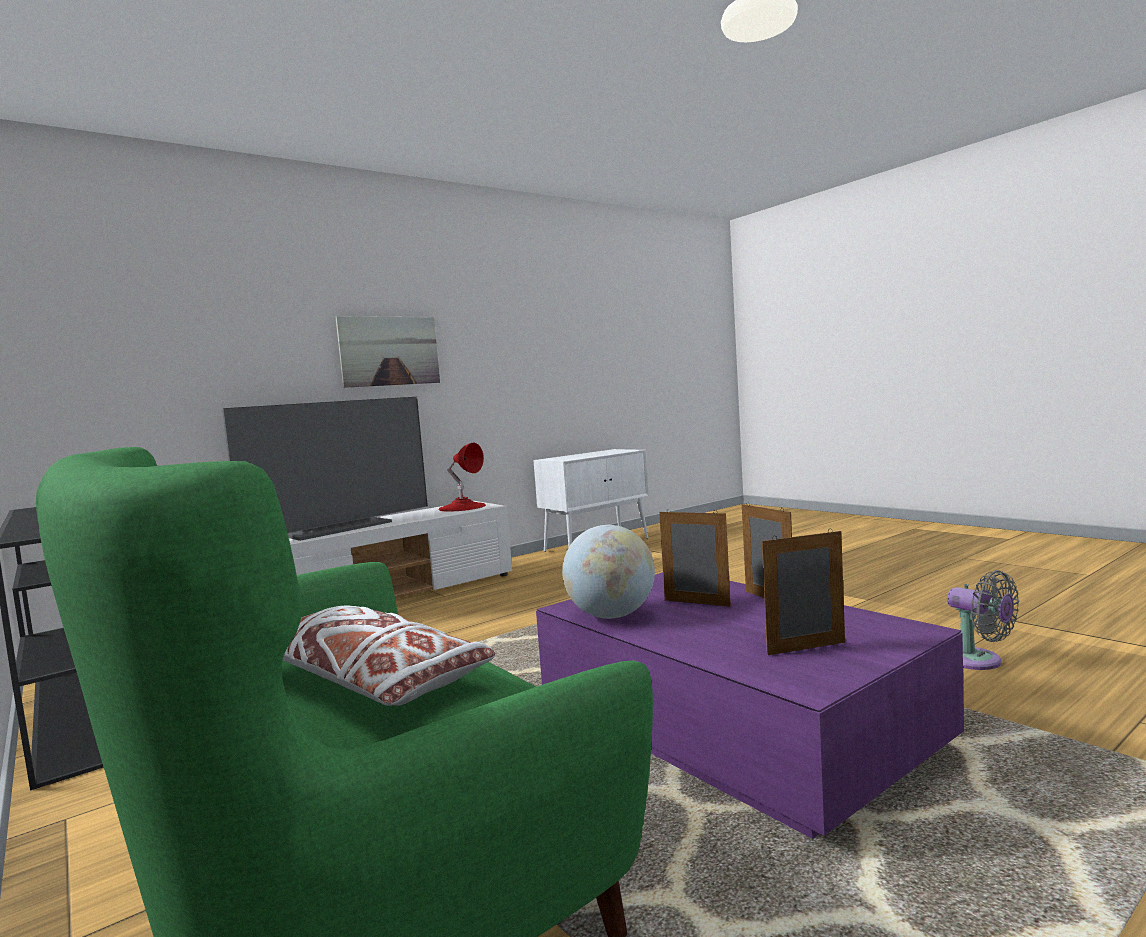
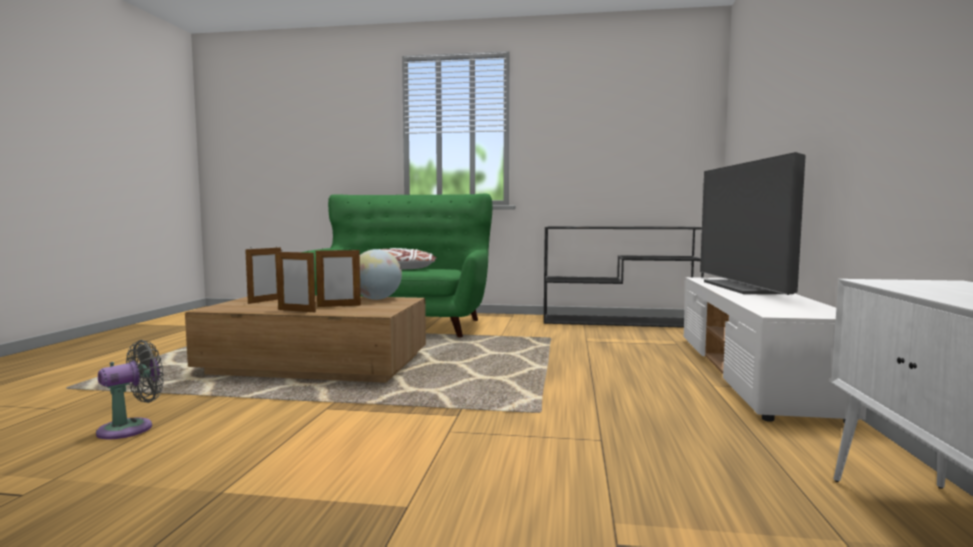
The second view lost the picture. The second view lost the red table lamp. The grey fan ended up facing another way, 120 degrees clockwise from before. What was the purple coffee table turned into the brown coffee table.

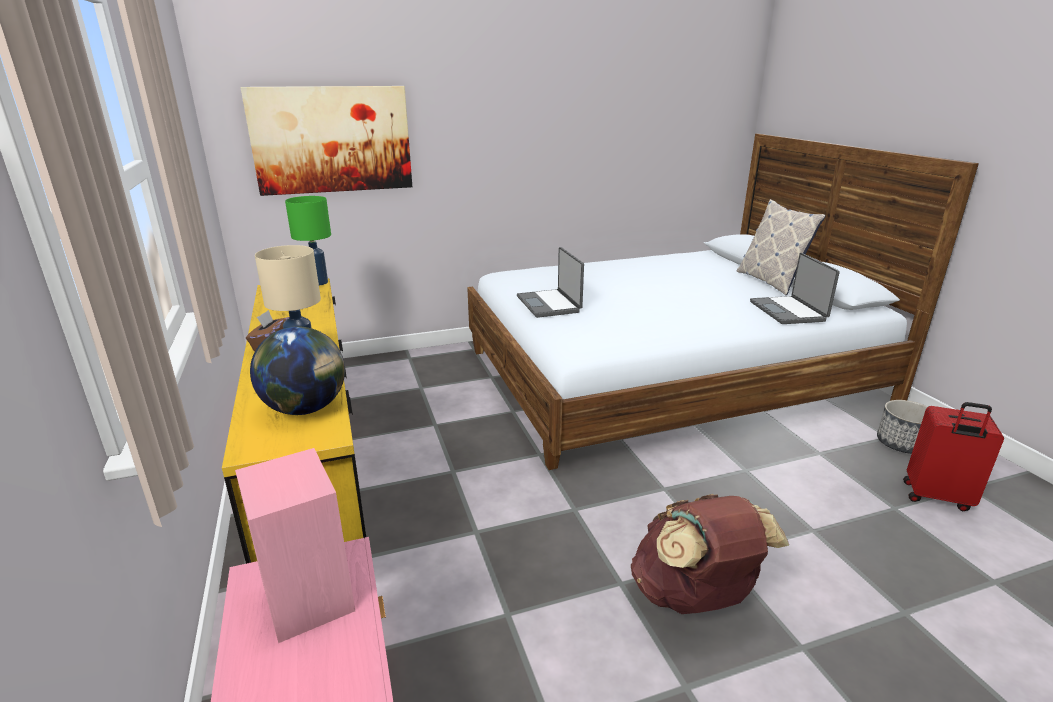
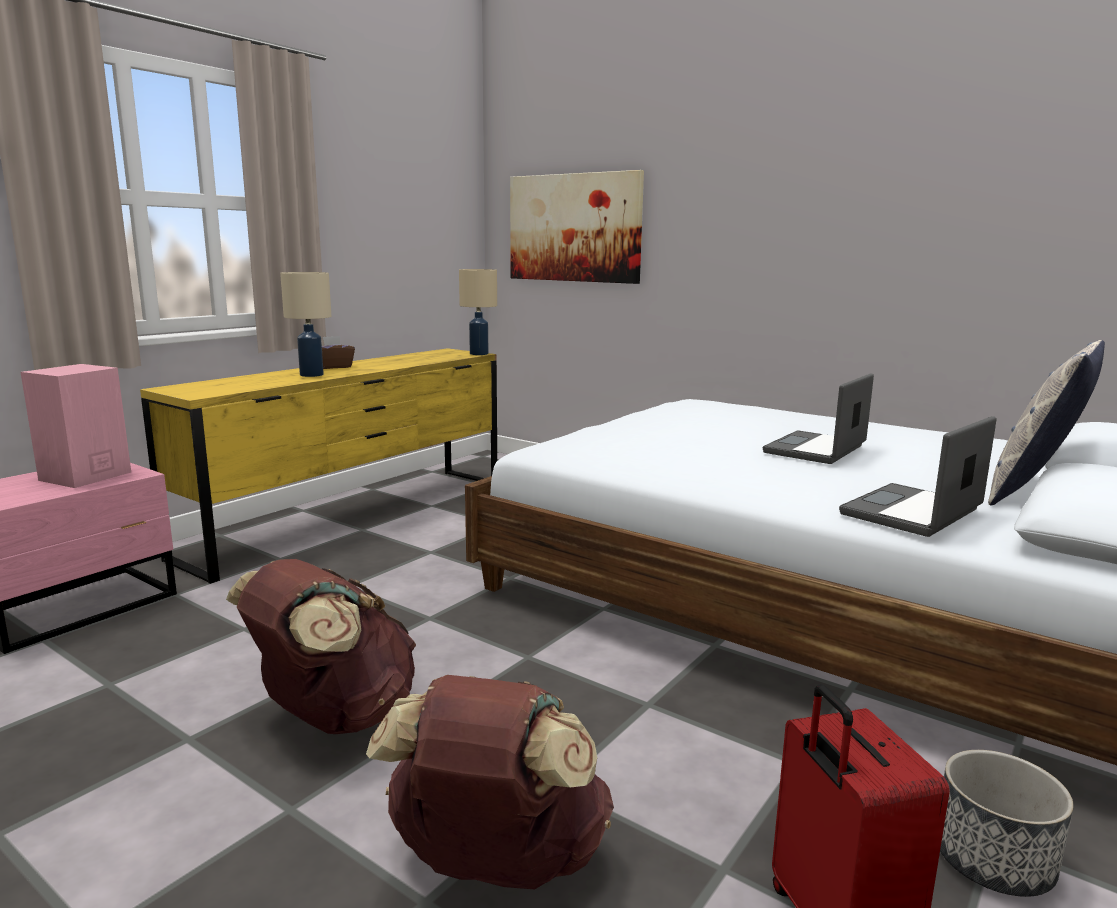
What was the green table lamp turned into the beige table lamp (no. 2 from left). The laptop (no. 1 from left) ended up elsewhere. The second view lost the globe. The second view gained the brown backpack (no. 2 from left).

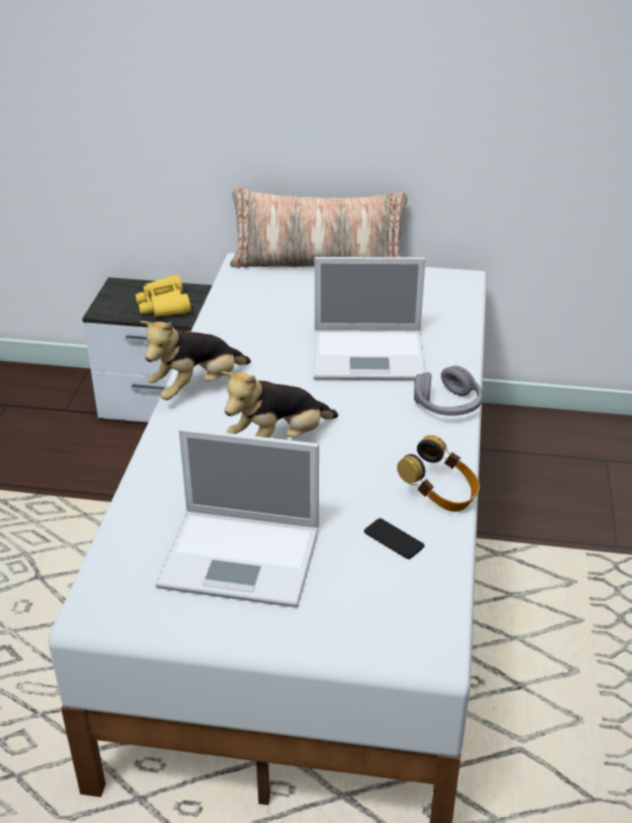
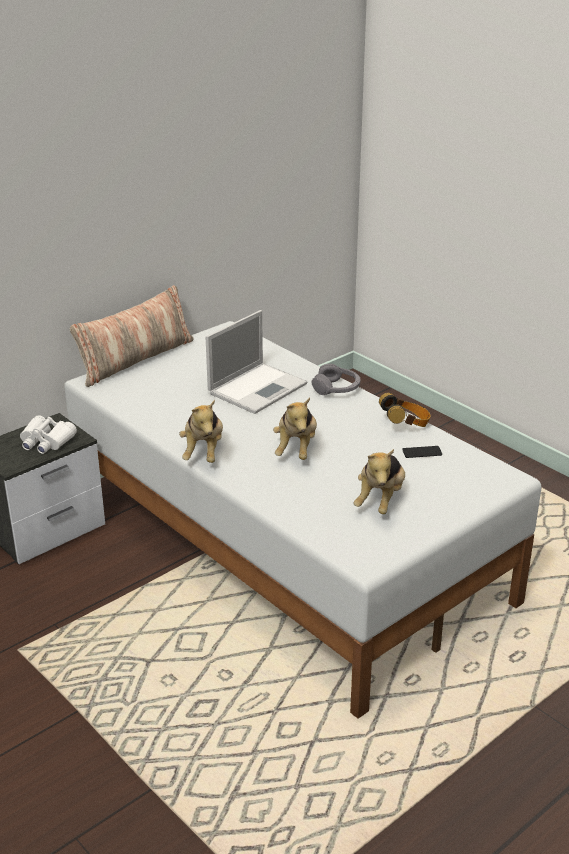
What was the yellow binoculars turned into the white binoculars. Where the laptop (no. 1 from left) stood, the plush toy (no. 3 from left) came to stand.

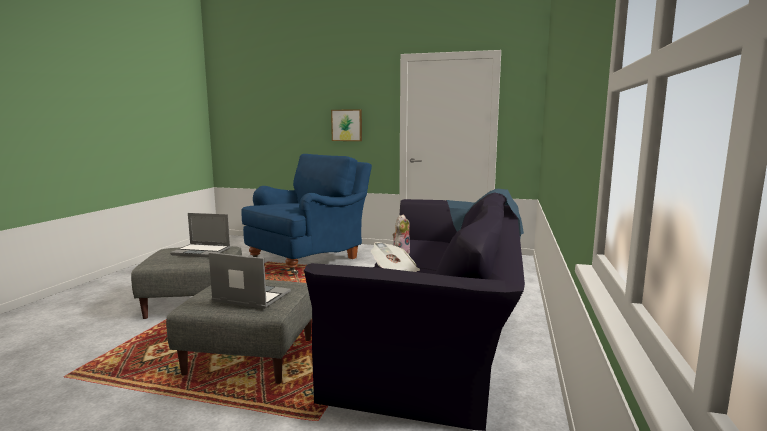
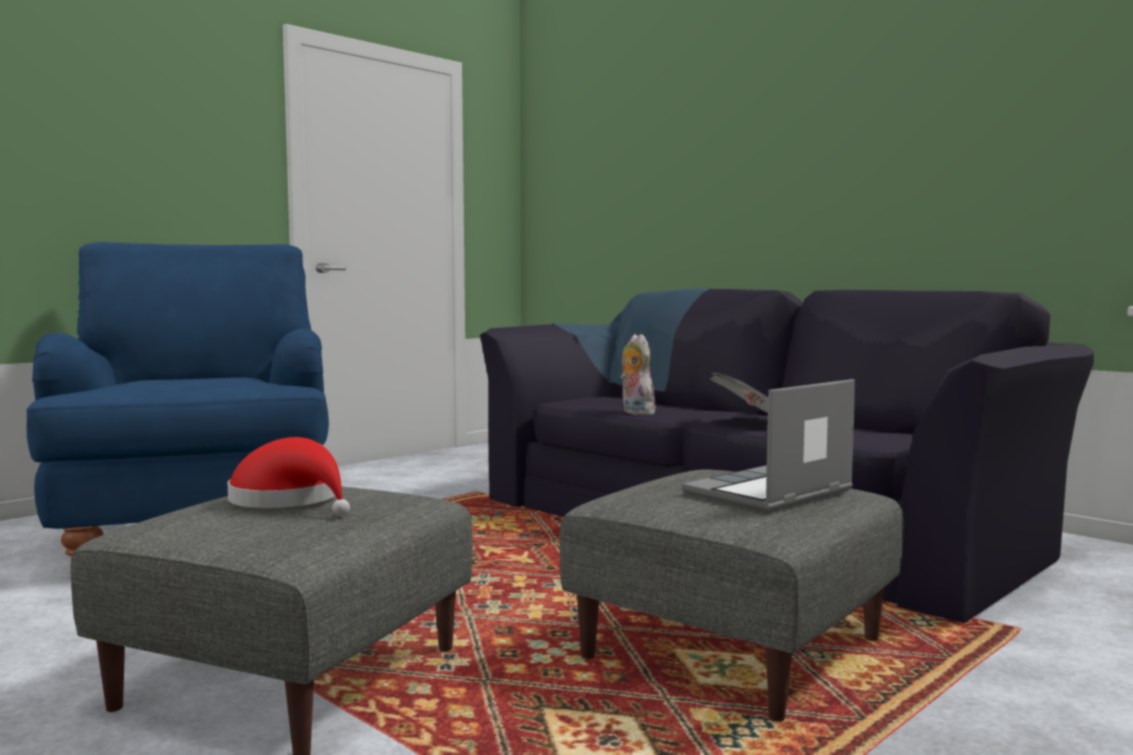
The second view lost the picture. Where the laptop (no. 1 from left) stood, the red hat came to stand.

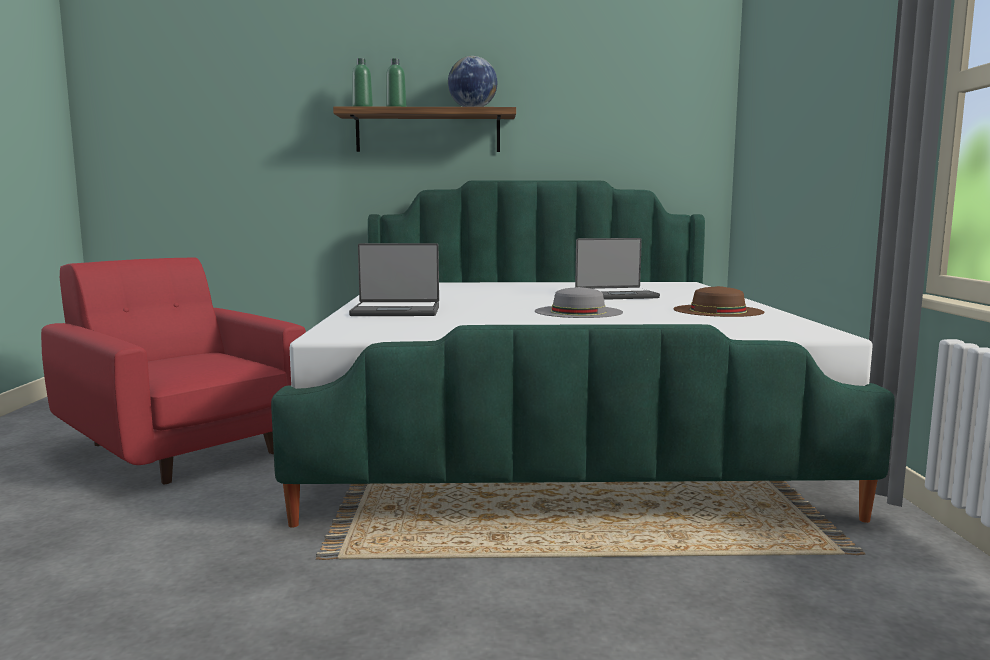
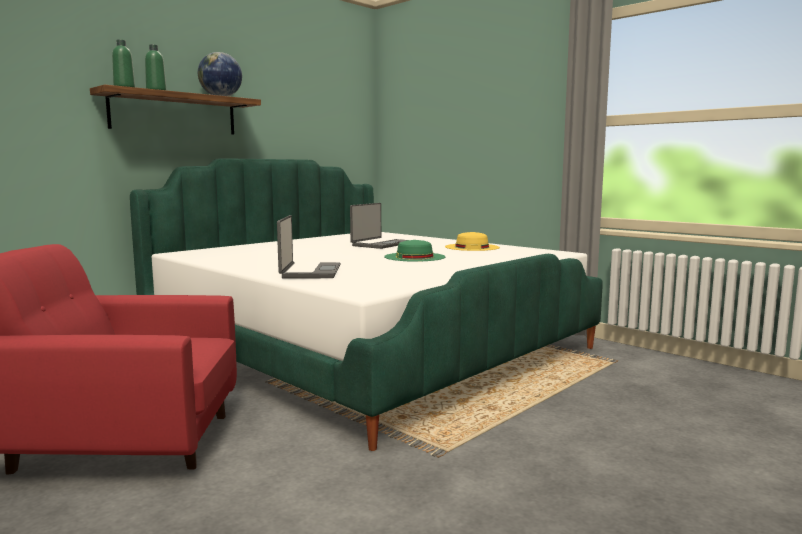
The laptop (no. 1 from left) ended up facing another way, 45 degrees counterclockwise from before. What was the brown hat turned into the yellow hat. What was the grey hat turned into the green hat.

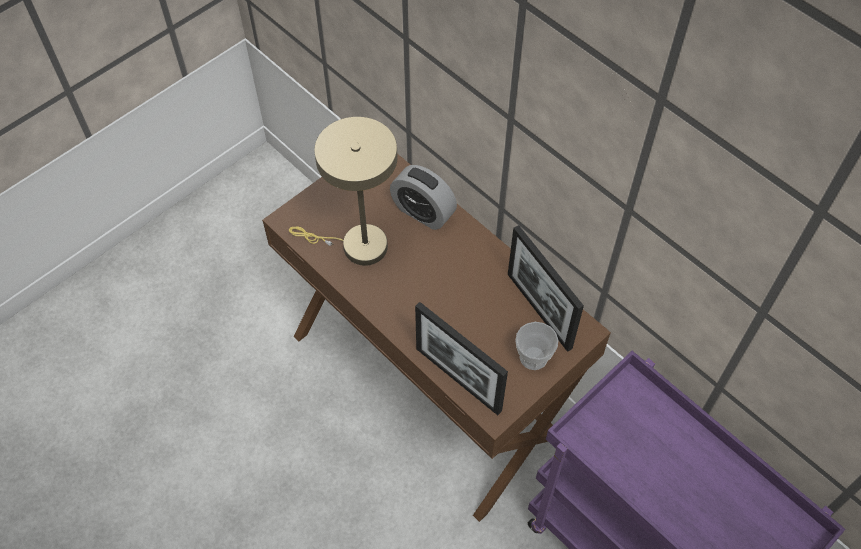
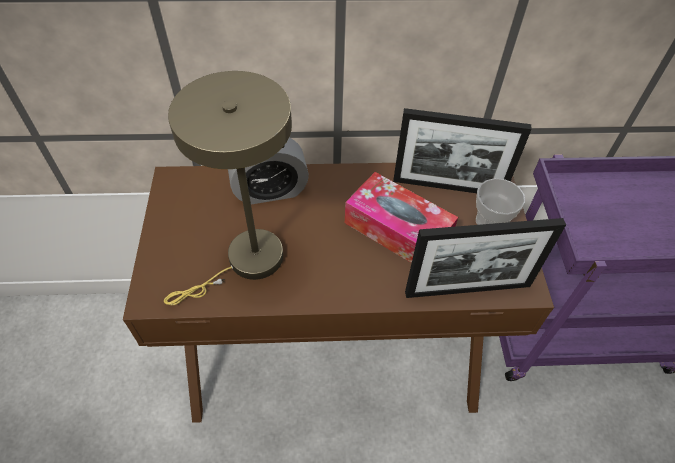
The second view gained the tissue box.

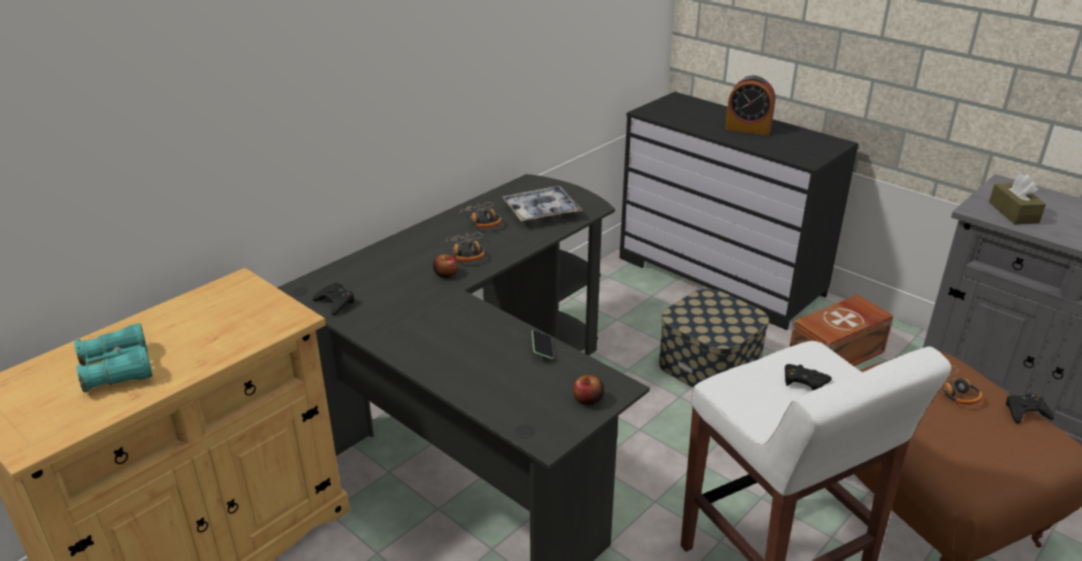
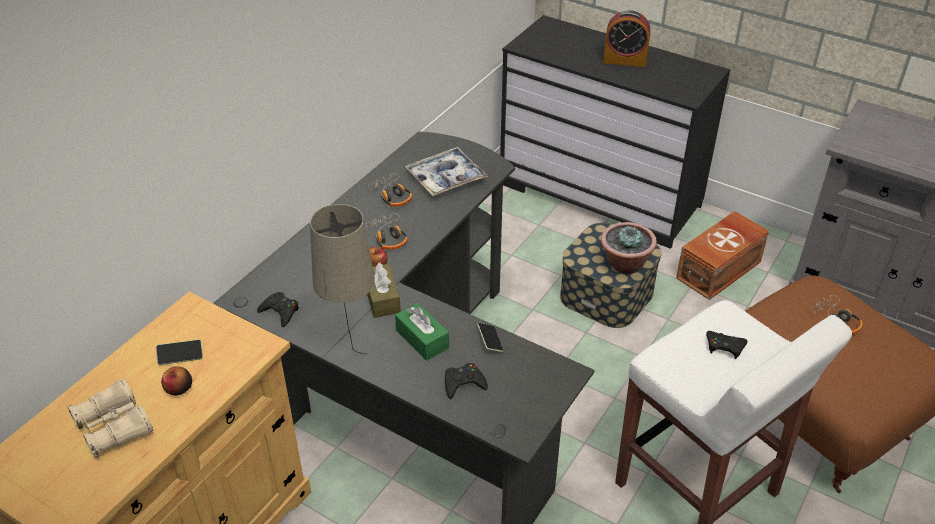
The brown tissue box ended up elsewhere. What was the turquoise binoculars turned into the beige binoculars. The apple (no. 2 from left in the first image) ended up elsewhere. The black game controller (no. 3 from left in the first image) ended up elsewhere. The second view gained the beige table lamp. The second view gained the potted plant. The second view gained the green tissue box. The second view gained the phone (no. 1 from left).

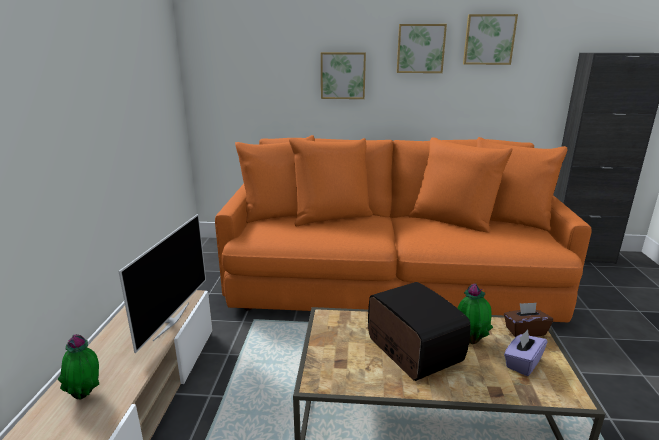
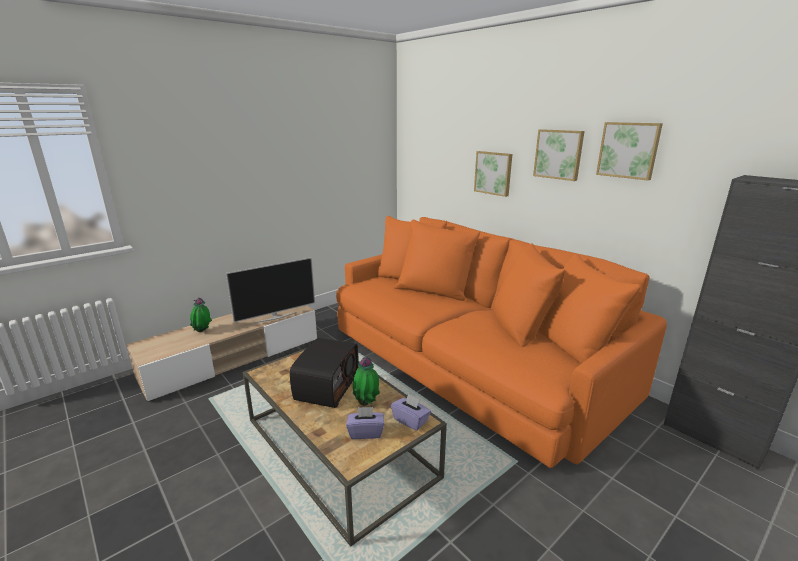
What was the brown tissue box turned into the purple tissue box (no. 2 from left).

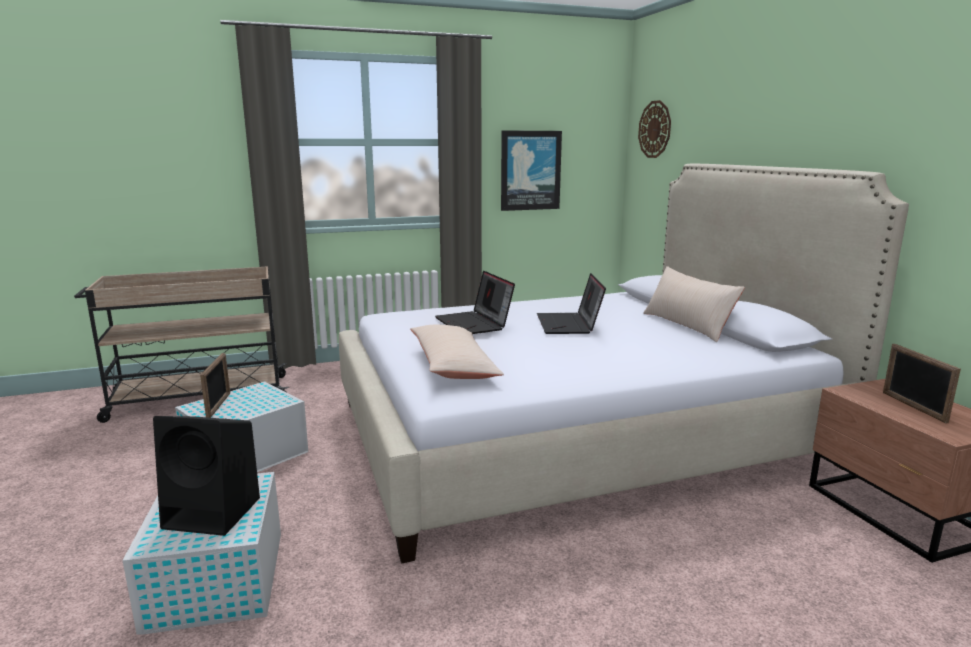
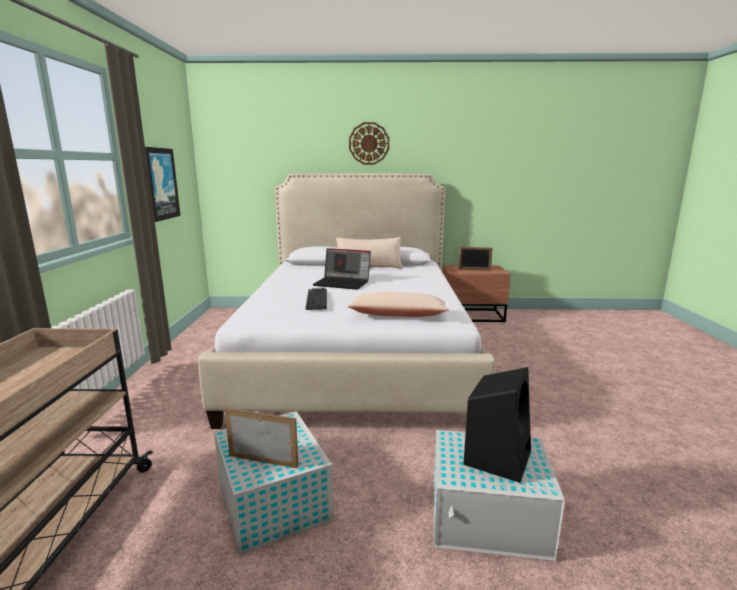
The wall clock ended up elsewhere. Where the laptop (no. 1 from left) stood, the keyboard came to stand.

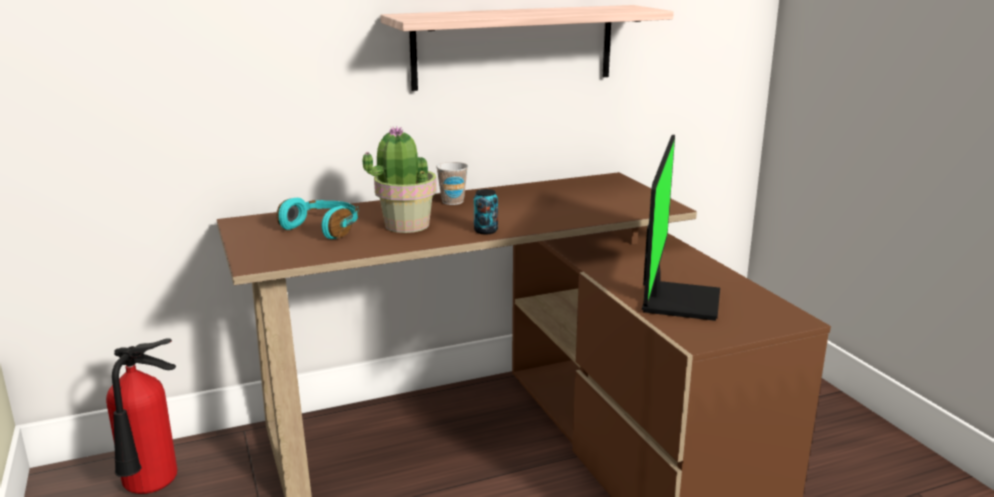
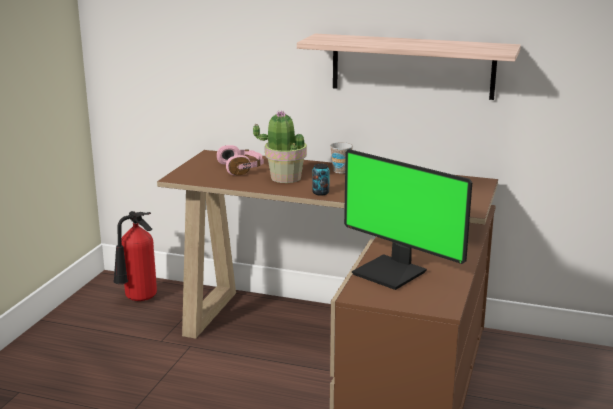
The monitor ended up facing another way, 75 degrees clockwise from before. What was the turquoise headphones turned into the pink headphones.

